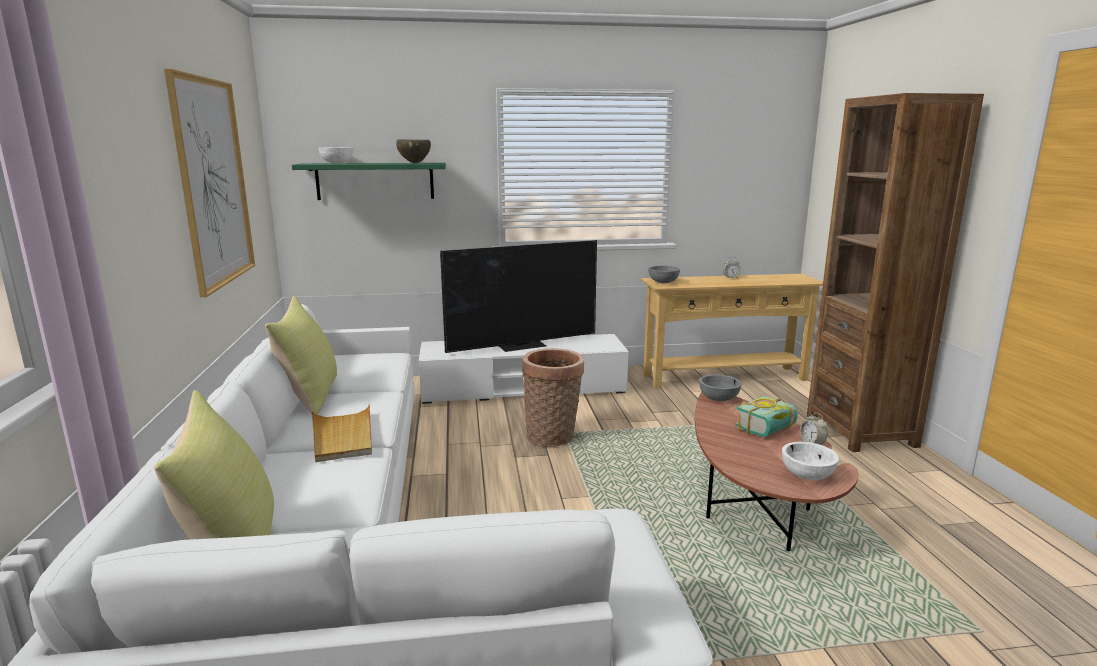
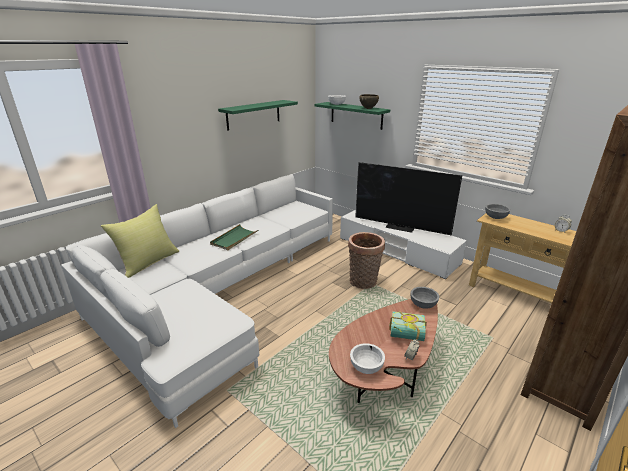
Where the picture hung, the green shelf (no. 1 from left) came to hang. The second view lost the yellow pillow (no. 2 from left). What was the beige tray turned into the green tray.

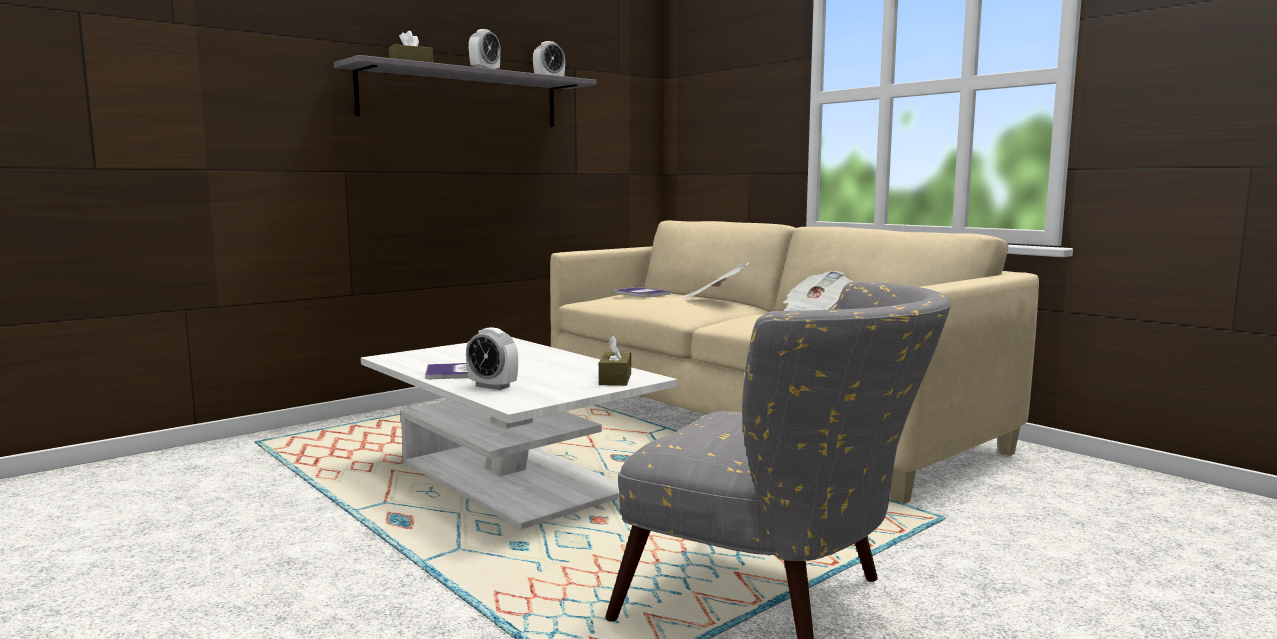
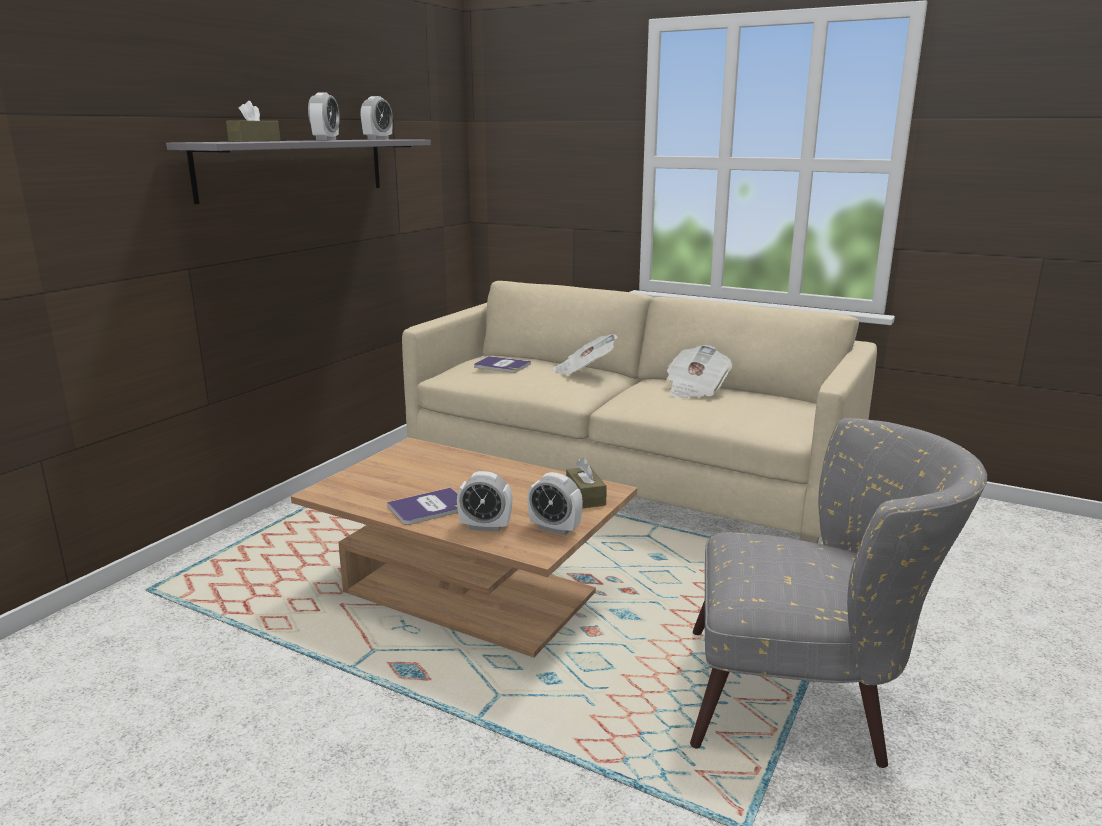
What was the white coffee table turned into the brown coffee table. The second view gained the alarm clock (no. 4 from left).

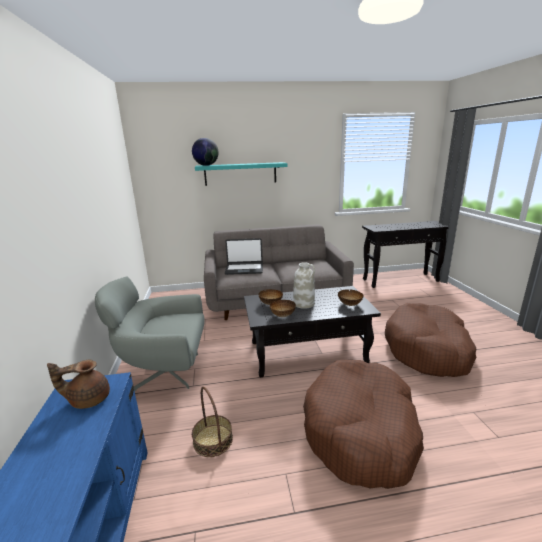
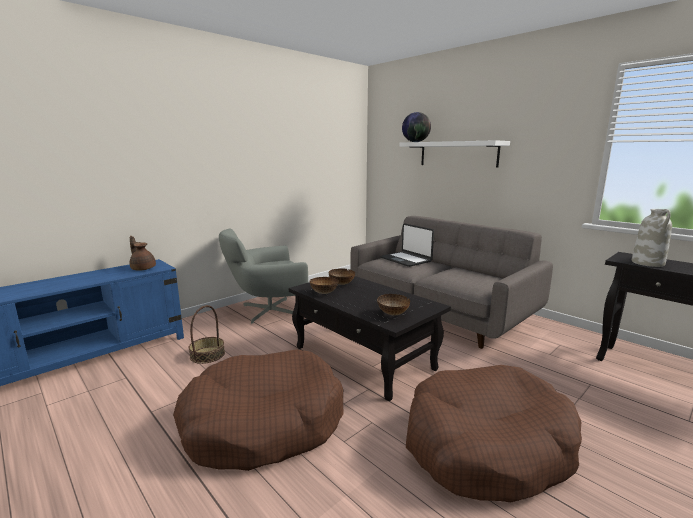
What was the turquoise shelf turned into the white shelf. The white vase ended up elsewhere. The grey armchair ended up facing another way, 75 degrees counterclockwise from before.

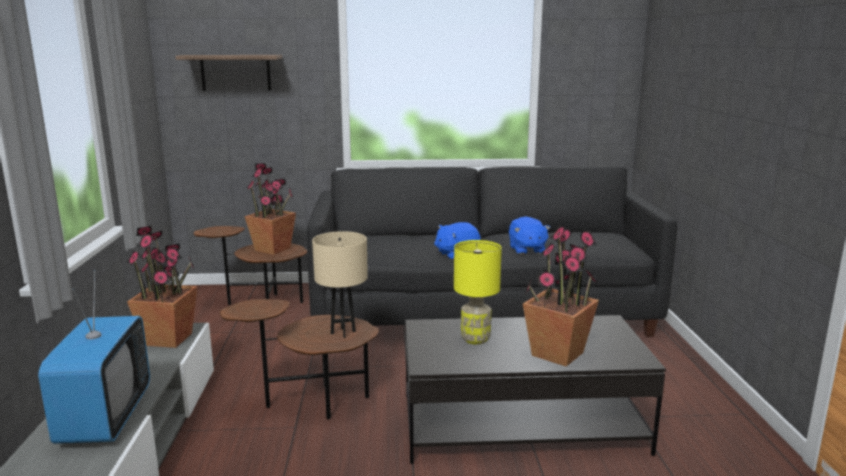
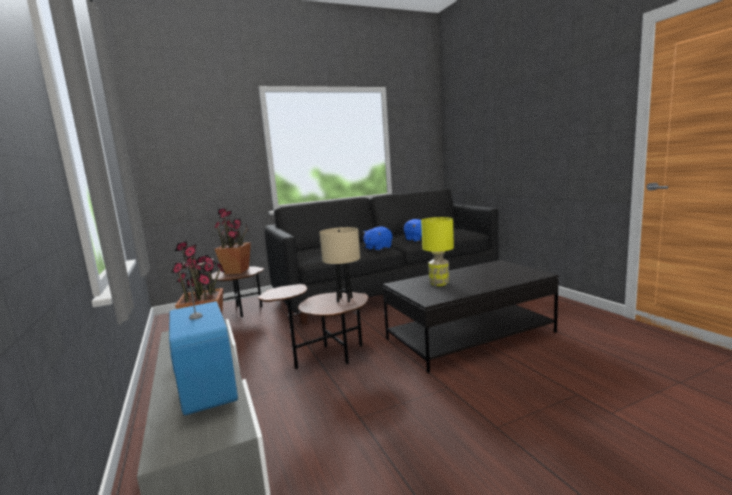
The second view lost the shelf. The second view lost the potted plant (no. 3 from left).

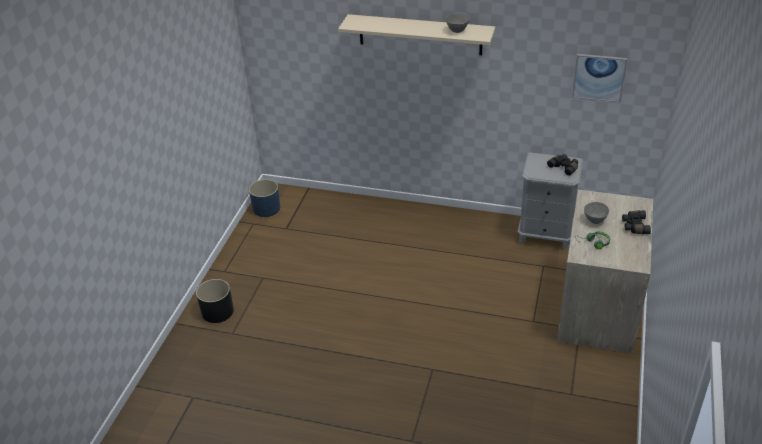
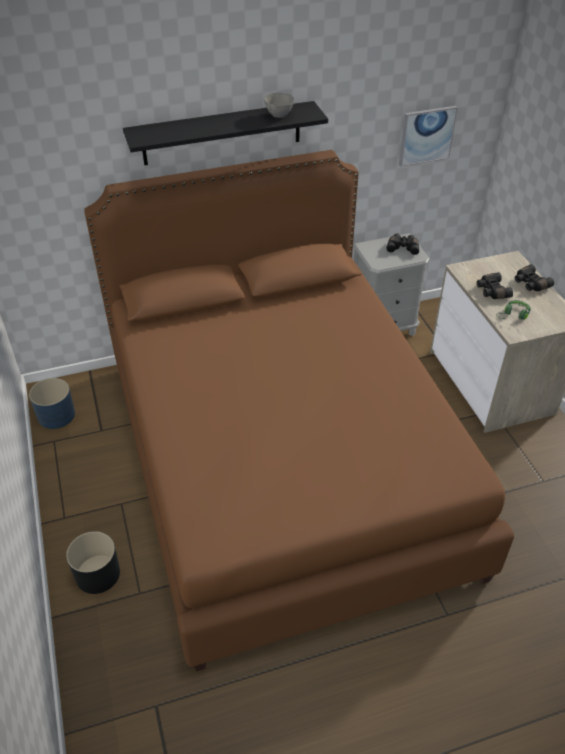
What was the beige shelf turned into the black shelf. Where the grey bowl (no. 2 from left) stood, the black binoculars (no. 2 from left) came to stand. The second view gained the brown bed.

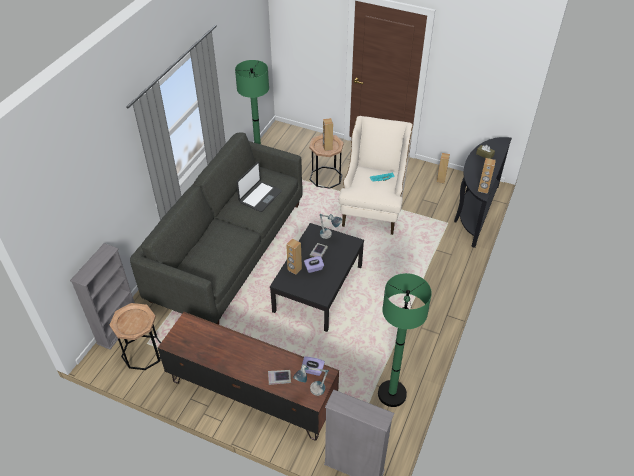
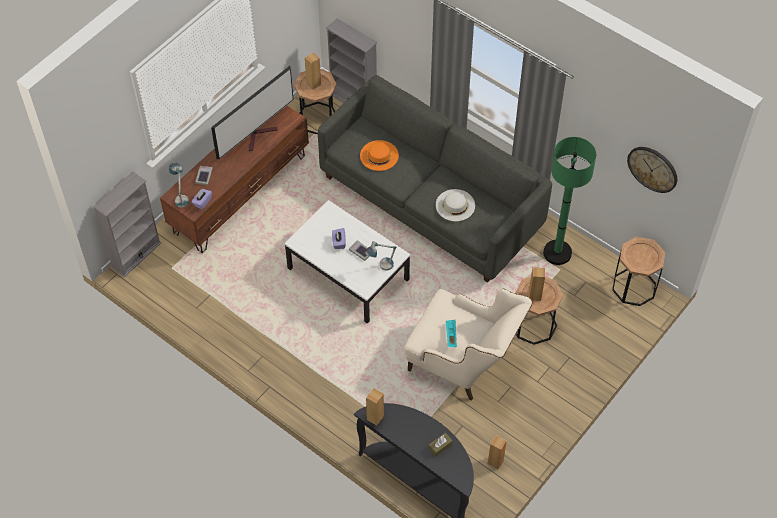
Where the laptop stood, the white hat came to stand. What was the black coffee table turned into the white coffee table. The brown speaker (no. 1 from left) ended up elsewhere. The second view lost the green floor lamp (no. 2 from left). The second view gained the television. The second view gained the orange hat. The second view gained the wall clock. The second view gained the brown side table (no. 3 from left).

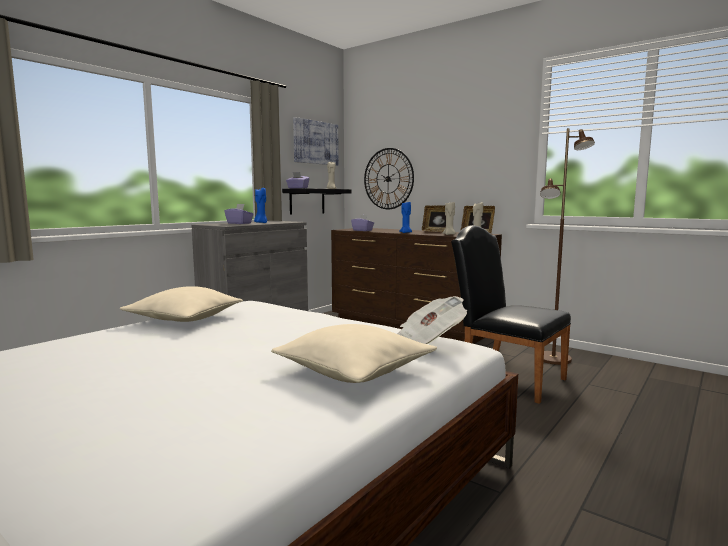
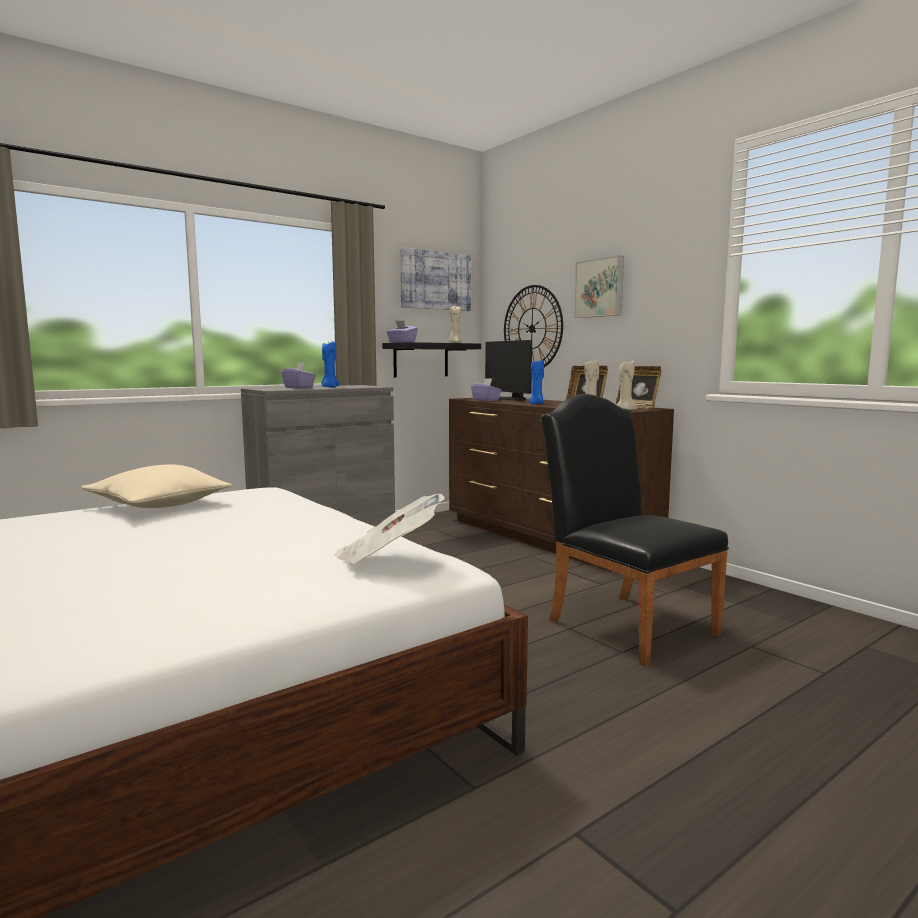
The second view lost the brown floor lamp. The second view lost the beige pillow (no. 2 from left). The second view gained the picture (no. 2 from left). The second view gained the monitor.

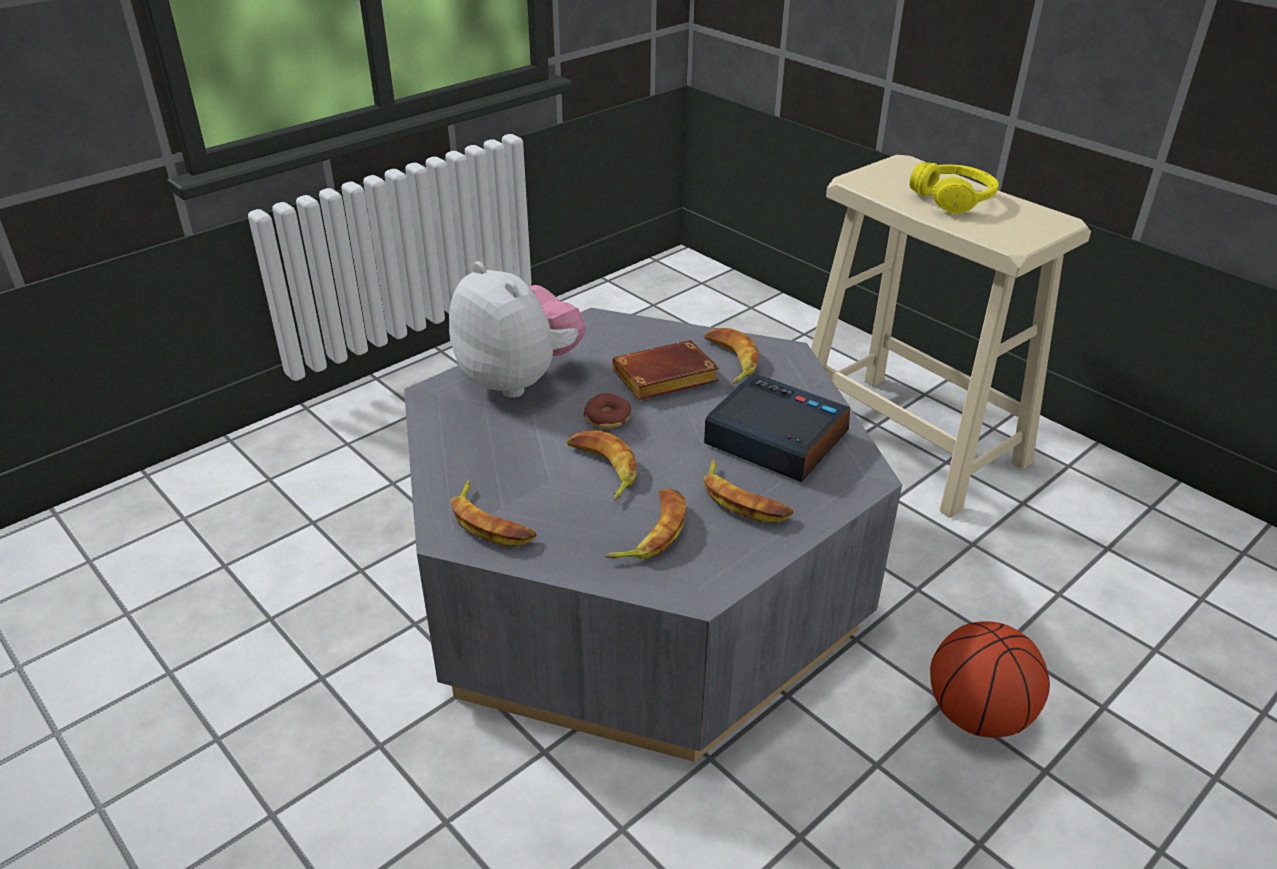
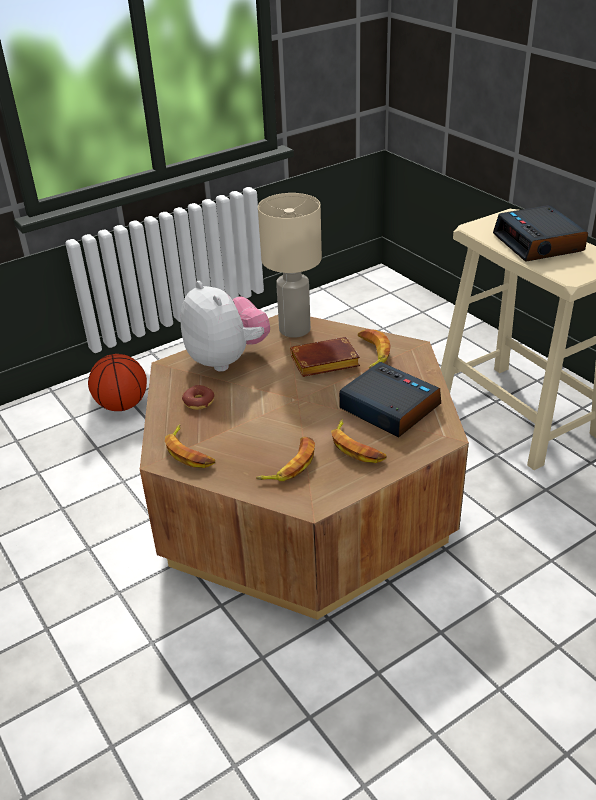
Where the yellow headphones stood, the alarm clock (no. 2 from left) came to stand. What was the grey coffee table turned into the brown coffee table. The donut ended up elsewhere. The second view lost the banana (no. 2 from left). The basketball ended up elsewhere. The second view gained the beige table lamp.

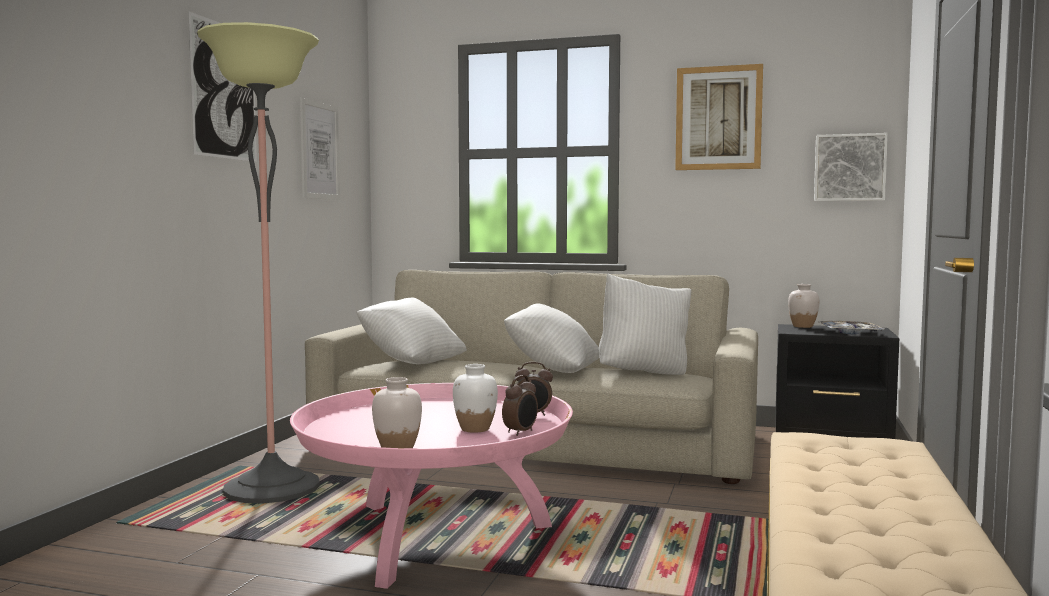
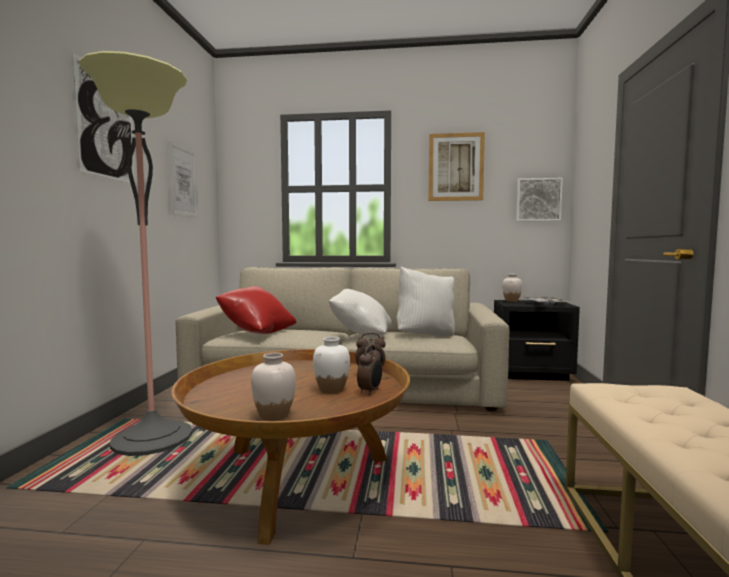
What was the white pillow (no. 1 from left) turned into the red pillow. What was the pink coffee table turned into the brown coffee table.

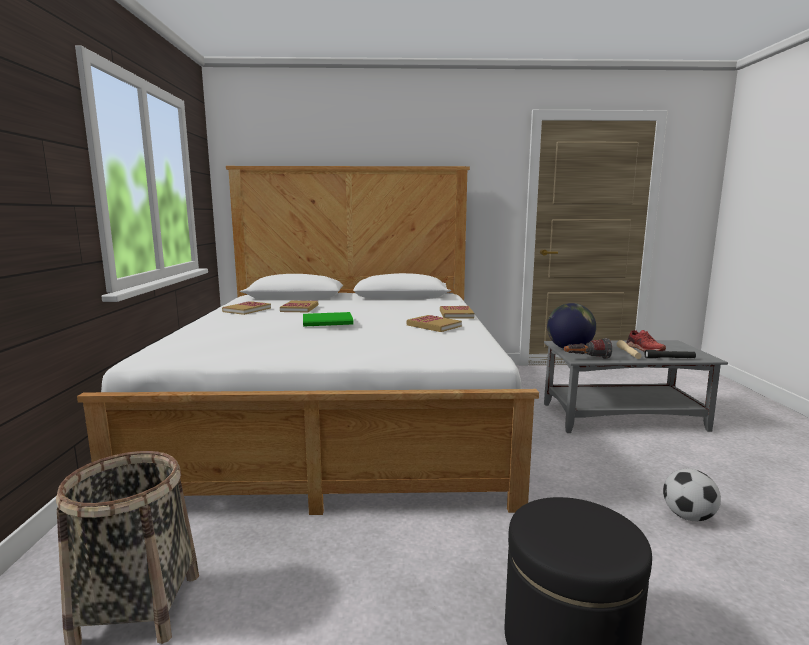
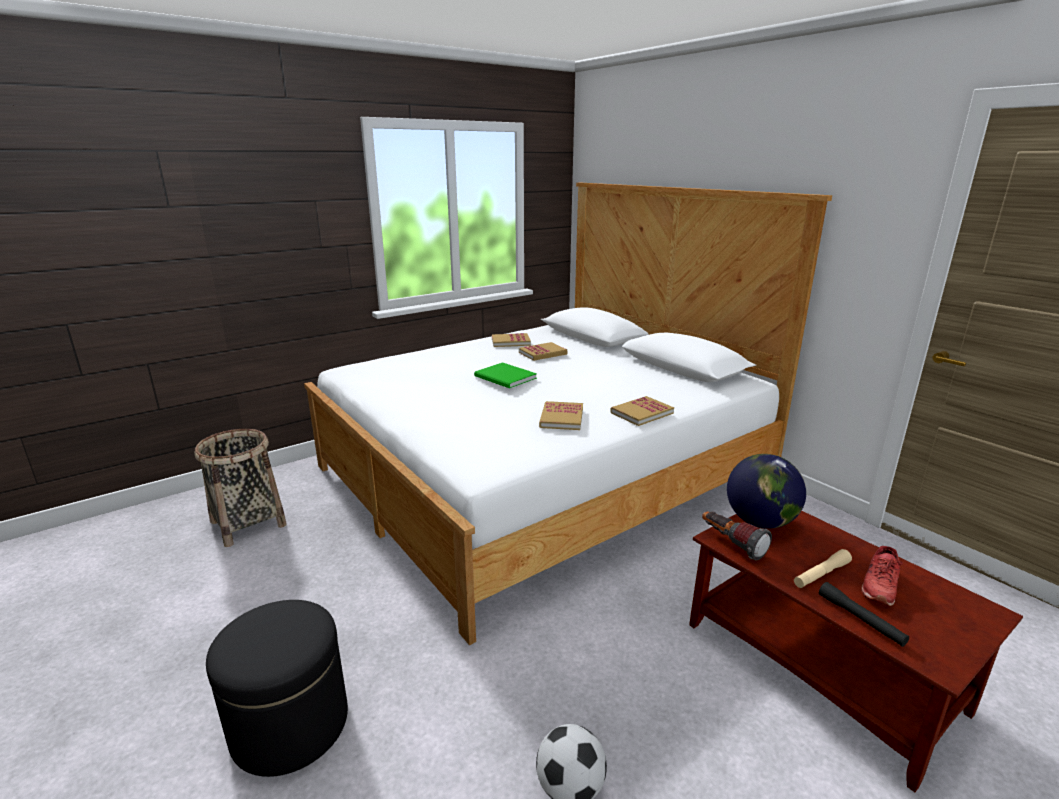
What was the grey coffee table turned into the brown coffee table.

